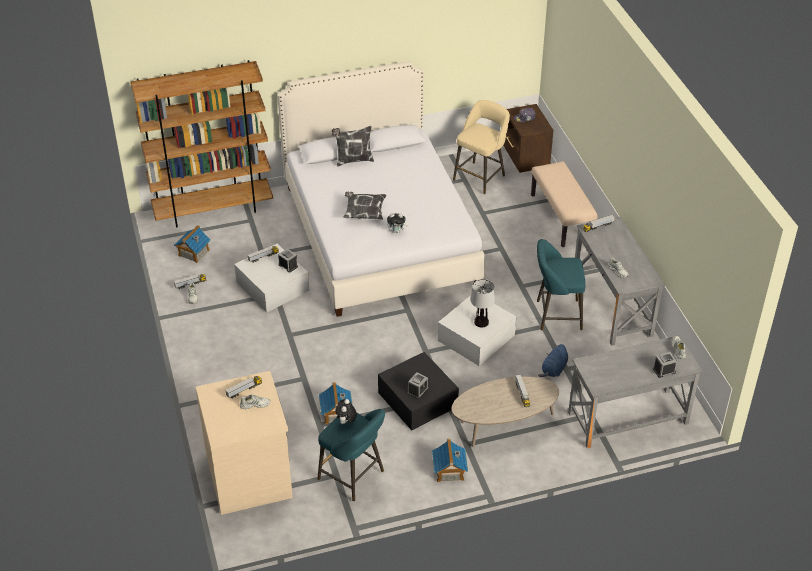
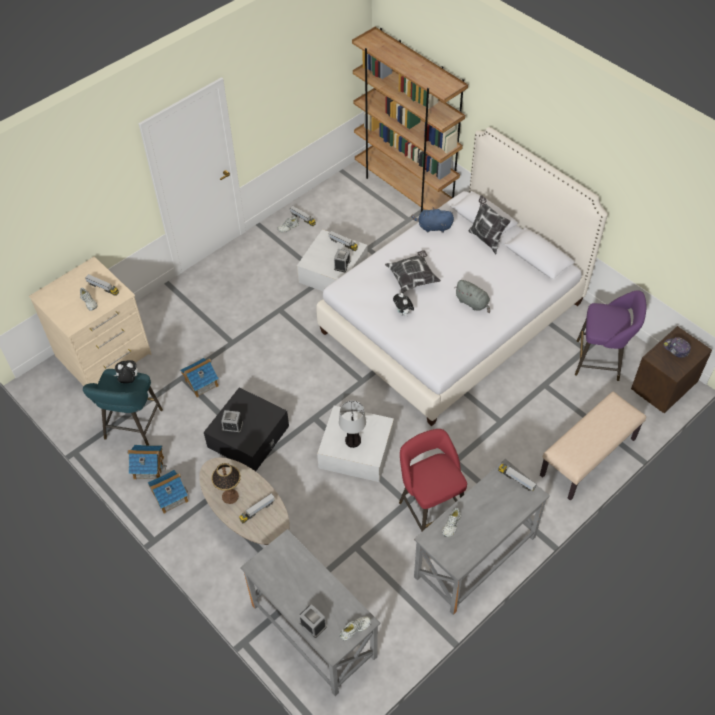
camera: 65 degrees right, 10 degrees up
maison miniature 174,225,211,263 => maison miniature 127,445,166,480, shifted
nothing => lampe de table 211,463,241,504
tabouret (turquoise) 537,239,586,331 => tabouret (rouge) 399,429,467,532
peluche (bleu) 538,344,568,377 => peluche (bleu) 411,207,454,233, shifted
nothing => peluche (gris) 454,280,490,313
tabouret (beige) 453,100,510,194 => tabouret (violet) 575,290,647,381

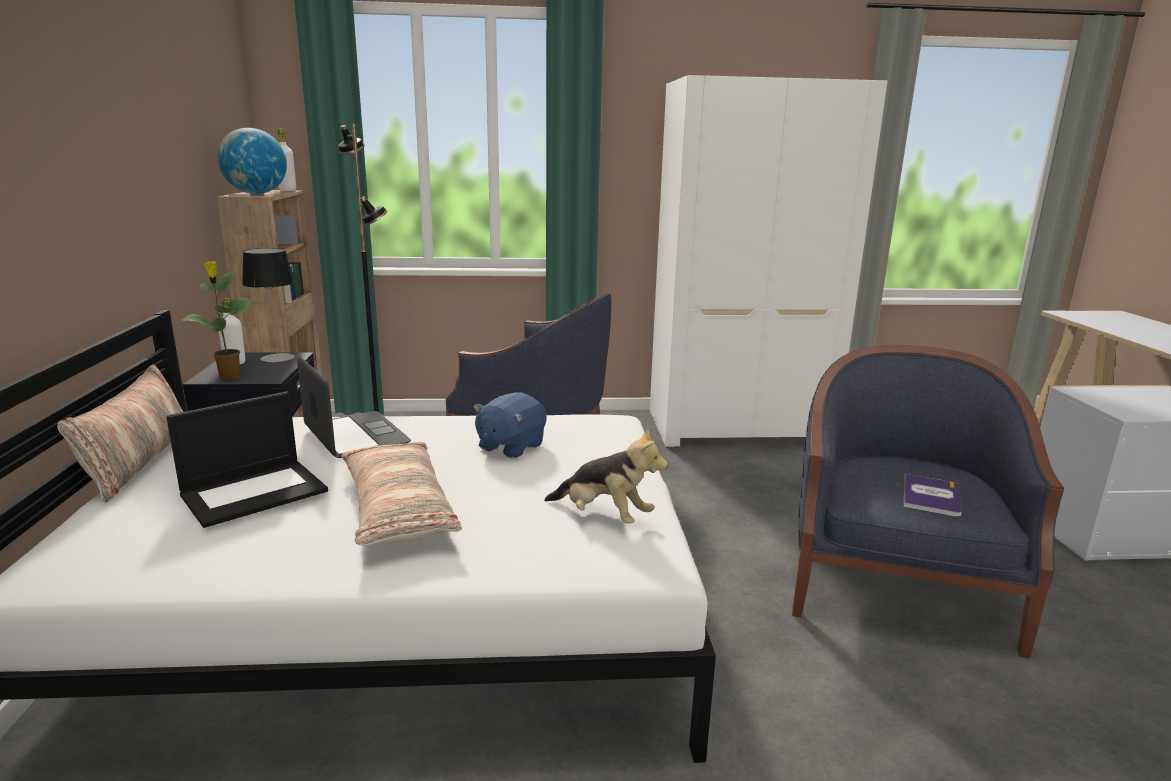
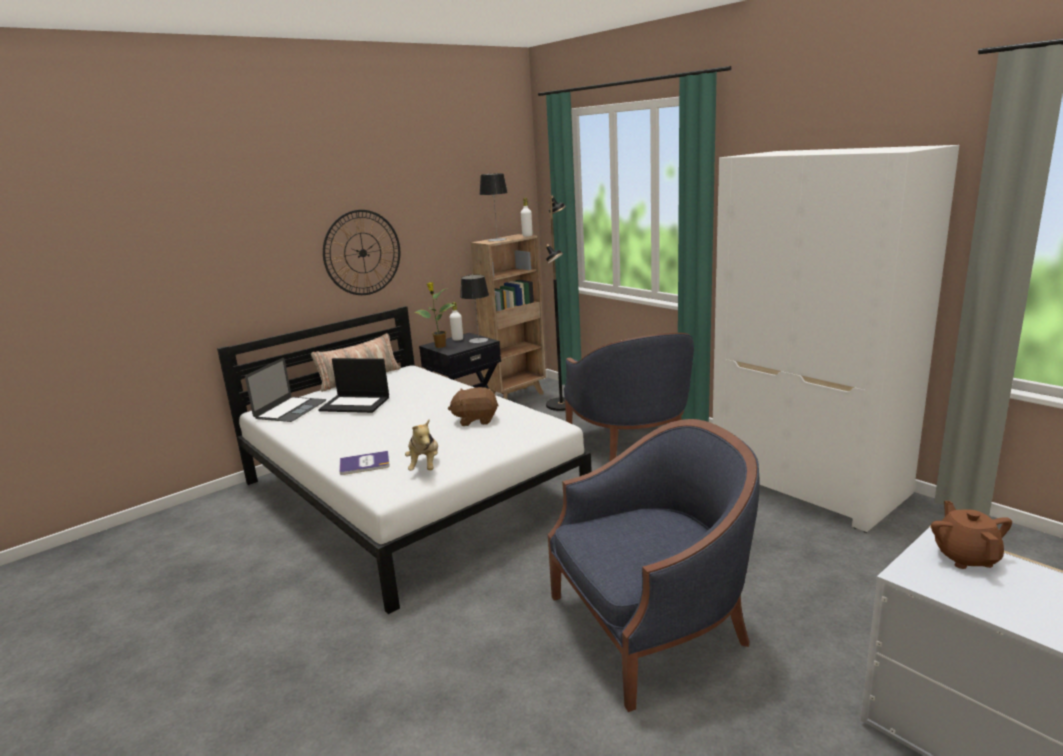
camera: 55 degrees right, 0 degrees up
ordinateur portable 297,356,411,458 => ordinateur portable 245,358,326,422, shifted
nothing => horloge murale 323,210,400,295
livre 904,474,962,517 => livre 339,451,390,475, shifted
peluche (bleu) 473,392,547,458 => peluche (marron) 448,387,499,426
globe 217,128,287,194 => lampe de table 479,173,508,241
nothing => théière (marron) 931,501,1012,569
coussin 341,442,462,546 => nothing

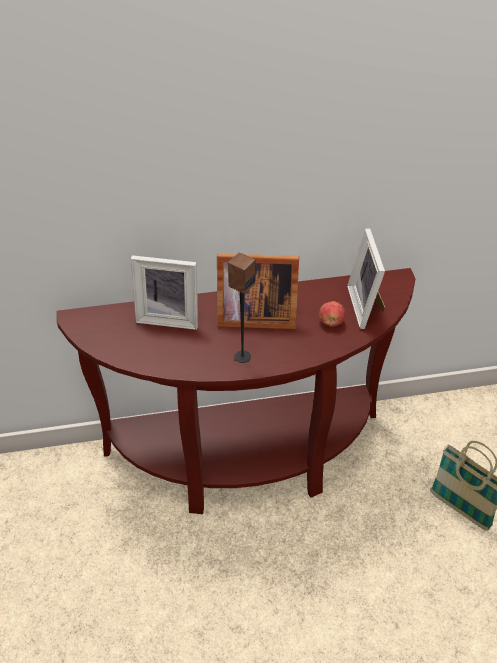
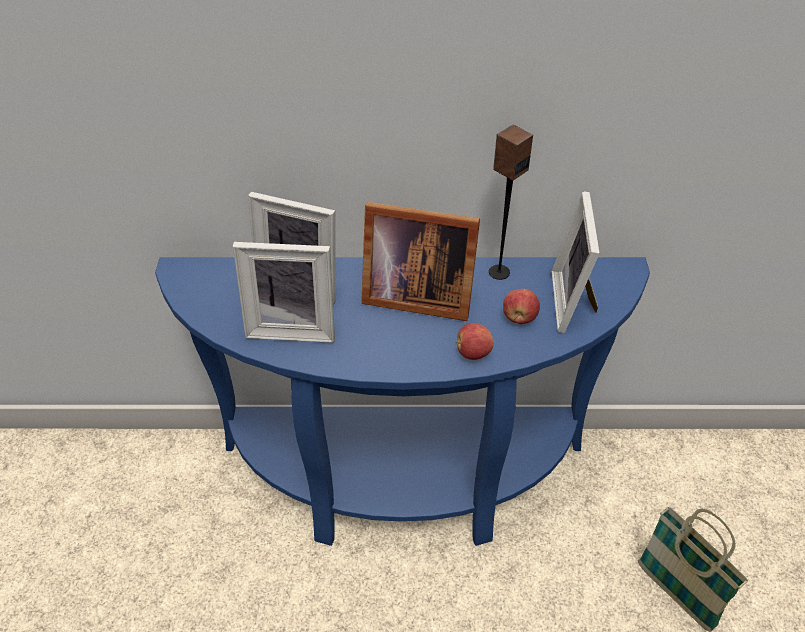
camera: 10 degrees right, 0 degrees up
table console (marron) 57,268,415,514 => table console (bleu) 155,257,650,546
nothing => cadre photo 233,242,335,343
nothing => pomme 456,323,494,360
enceinte 228,252,255,363 => enceinte 489,124,533,280, shifted

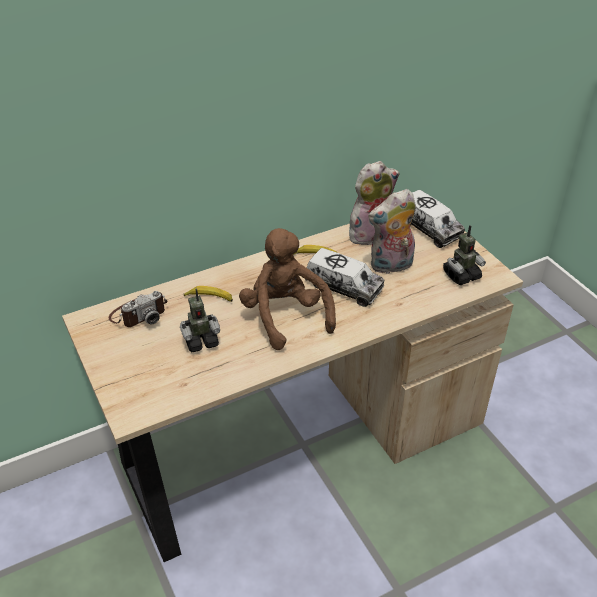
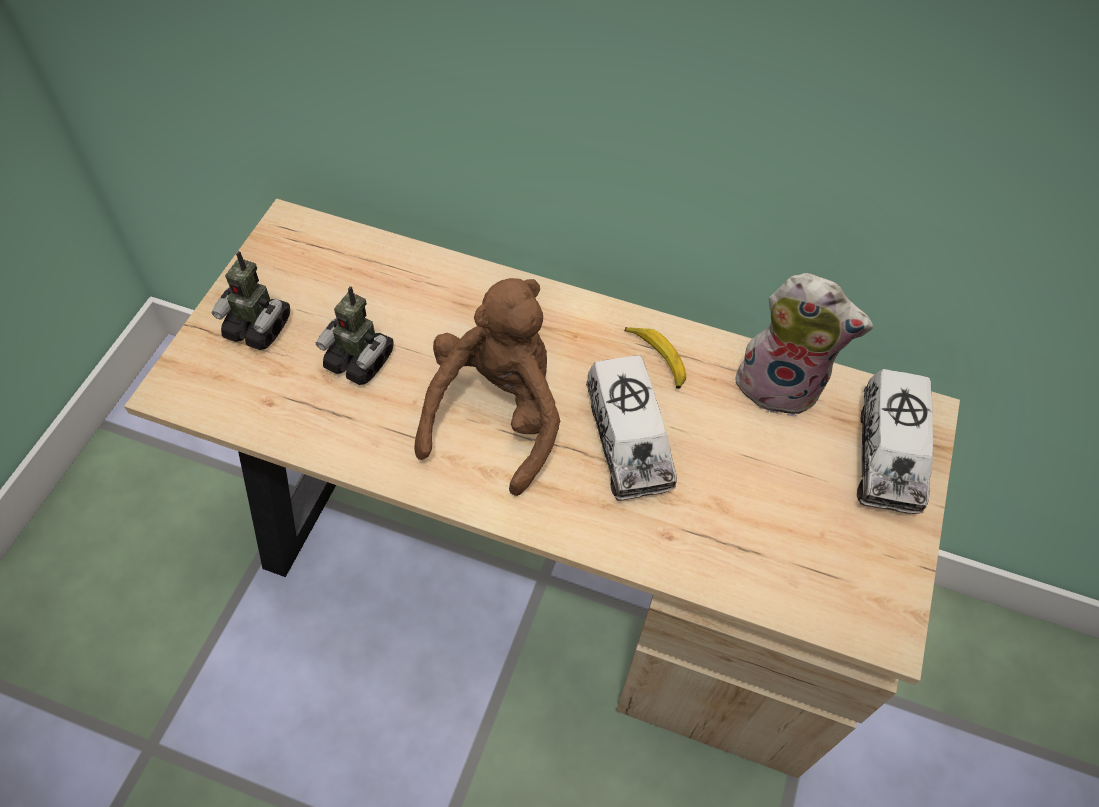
camera: 45 degrees right, 15 degrees up
robot jouet 443,225,486,285 => robot jouet 211,251,290,350, shifted
appareil photo 109,291,167,327 => nothing
banane 184,286,233,302 => nothing
peluche 368,189,416,274 => nothing

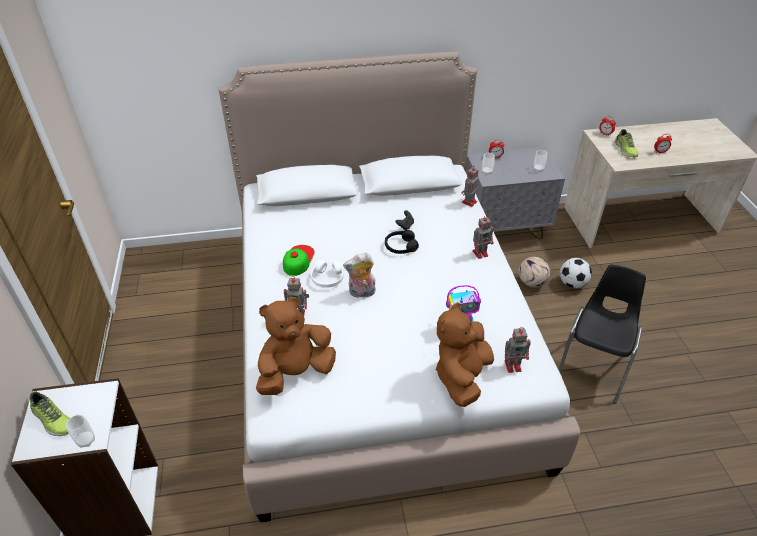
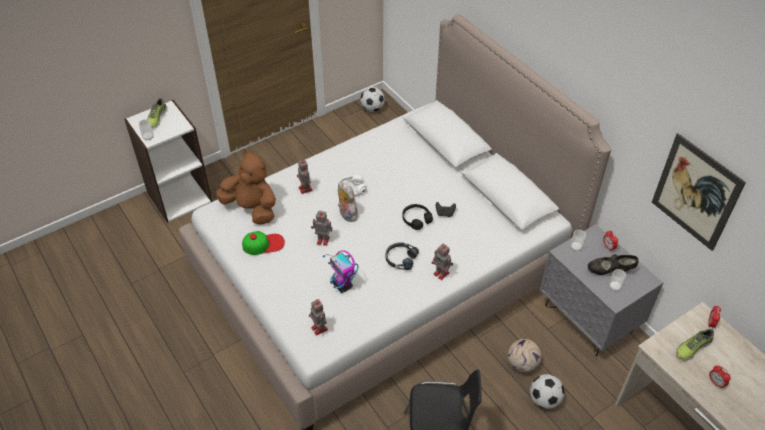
camera: 65 degrees right, 5 degrees up
casquette 283,245,315,276 => casquette 242,231,285,255, shifted
robot jouet 461,165,479,207 => robot jouet 311,210,332,246, shifted
nothing => ballon de foot 360,87,385,112
nothing => casque audio (noir) 386,242,419,270
nothing => chaussure (noir) 588,254,638,275
nothing => tableau 652,133,746,251
peluche (marron) 436,302,494,407 => nothing

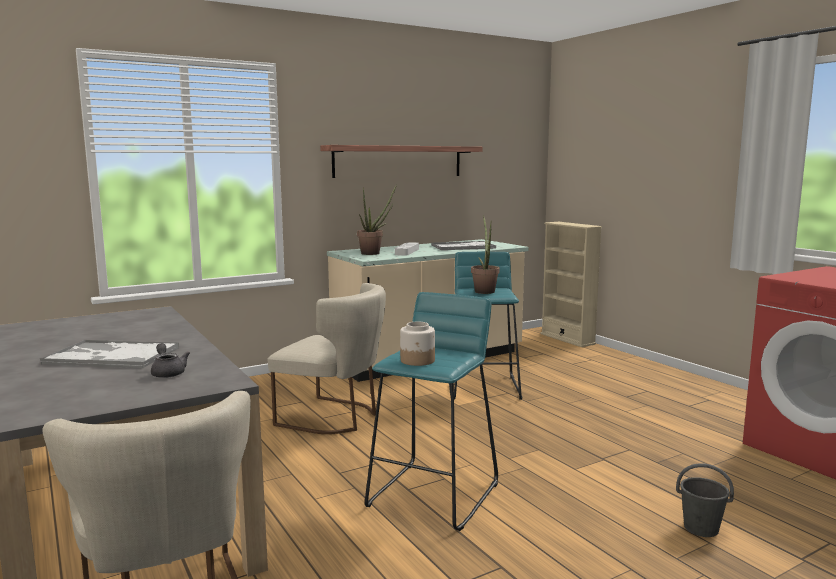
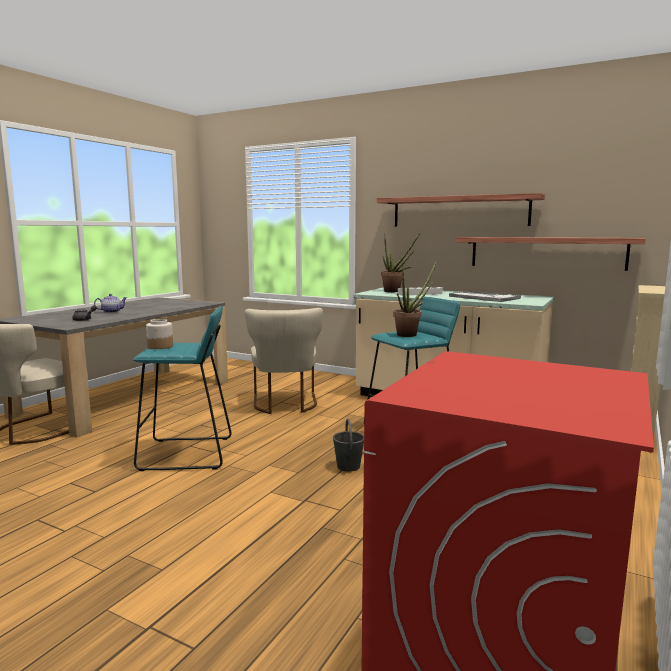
camera: 60 degrees right, 0 degrees up
plateau 40,340,179,368 => théière 94,294,127,313
seau (gris) 676,463,734,537 => seau (gris) 333,418,364,472, shifted
nothing => étagère 456,237,646,271

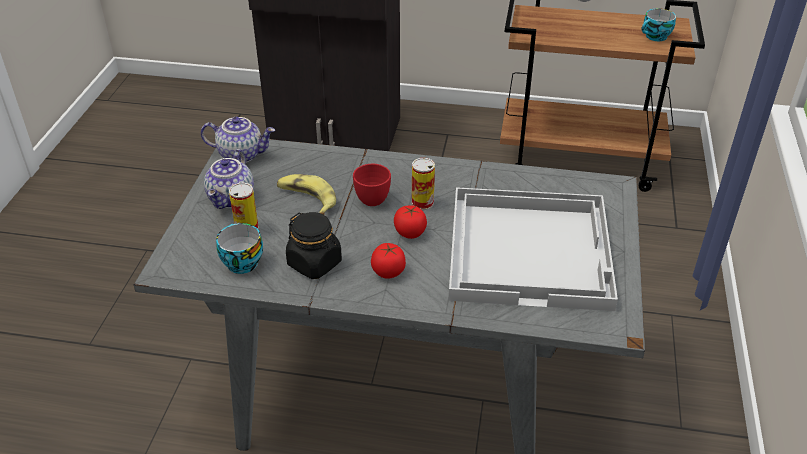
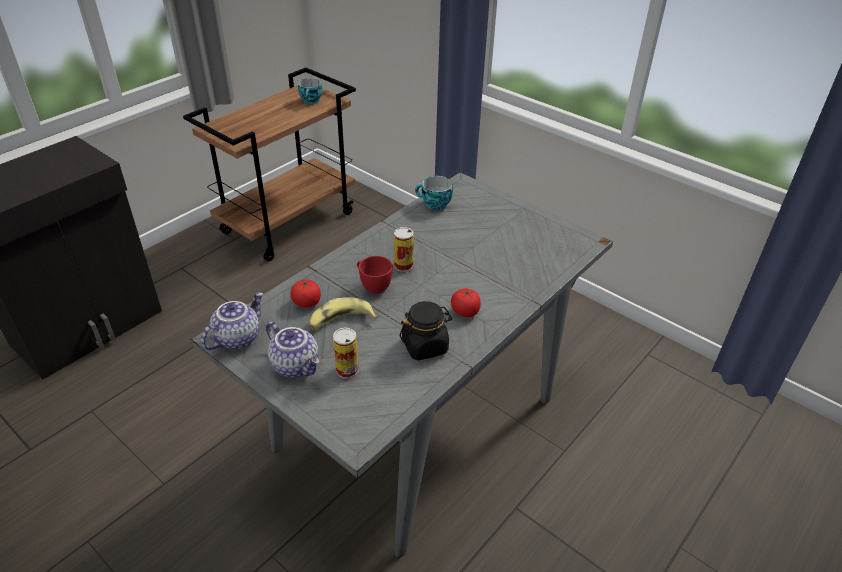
camera: 60 degrees left, 0 degrees up
tomate 394,206,427,239 => tomate 290,279,321,308, shifted
tasse 216,223,263,274 => tasse 415,176,453,210, shifted
plateau (blanc) 448,187,618,311 => nothing

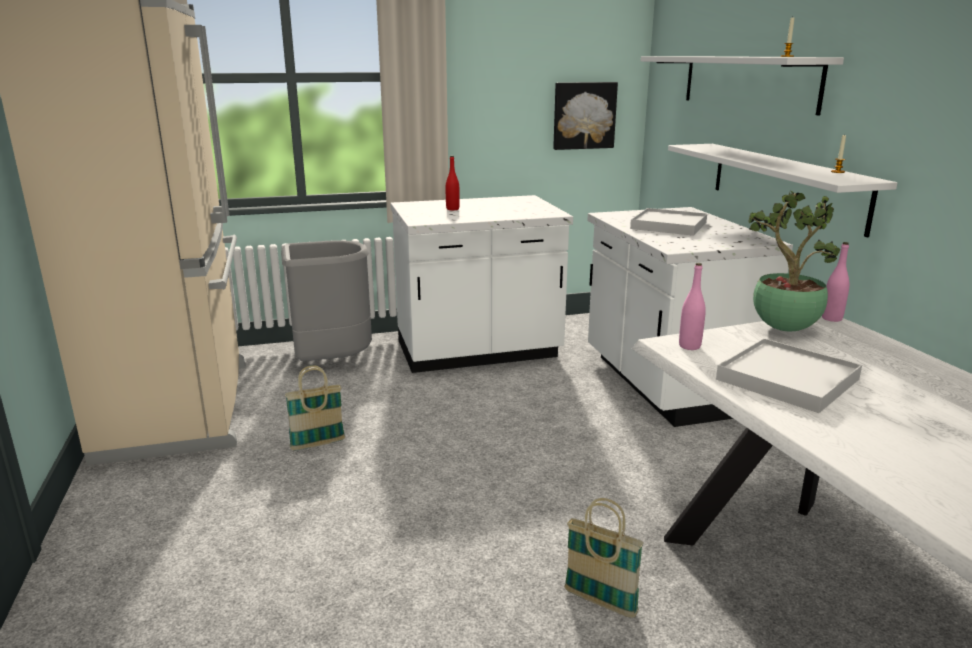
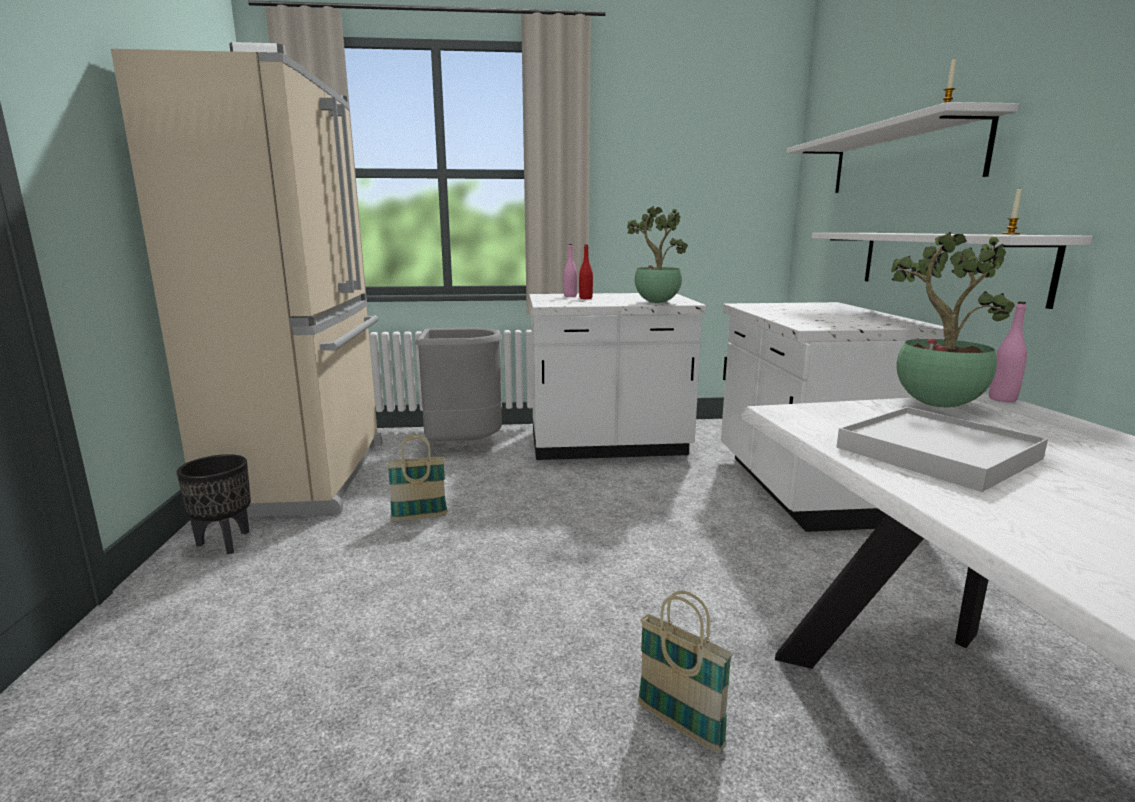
camera: 10 degrees right, 5 degrees down
nothing => cache-pot (noir) 177,454,251,555
bouteille (rose) 679,263,706,350 => bouteille (rose) 564,244,577,297, shifted
nothing => plante en pot 627,206,688,303
tableau 553,82,618,150 => nothing
plateau (blanc) 630,208,707,236 => nothing

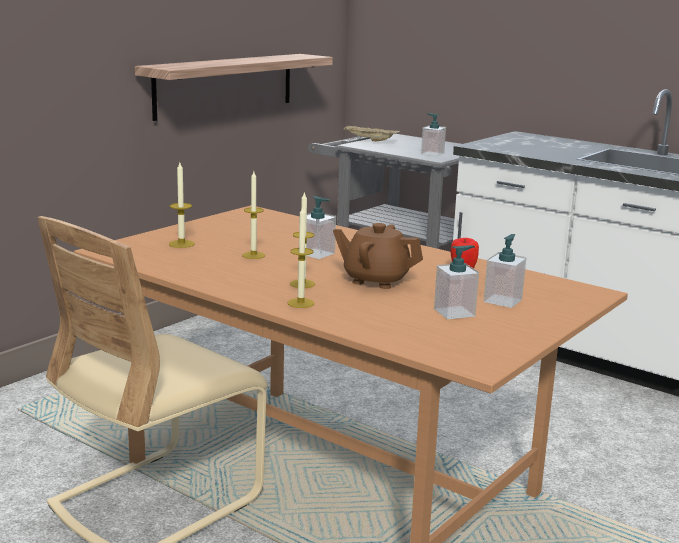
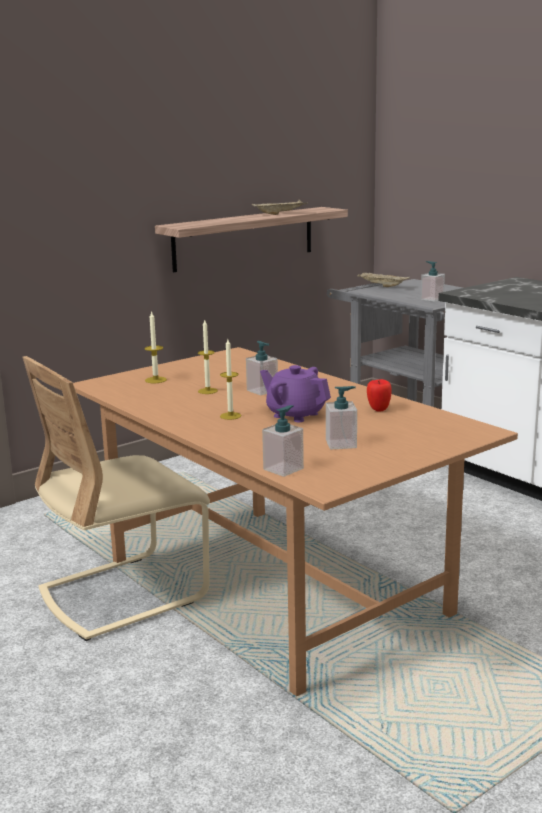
camera: 15 degrees right, 0 degrees up
nothing => plateau (beige) 252,200,308,215
théière (marron) 333,223,423,289 => théière (violet) 260,365,331,422
distributeur de savon 484,234,526,308 => distributeur de savon 262,405,304,477, shifted
bougie 288,207,314,308 => nothing

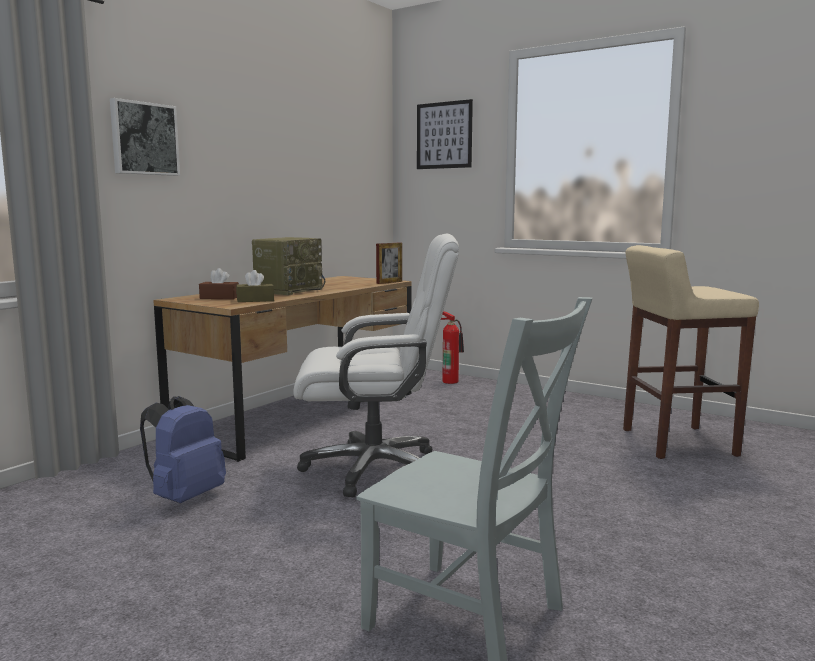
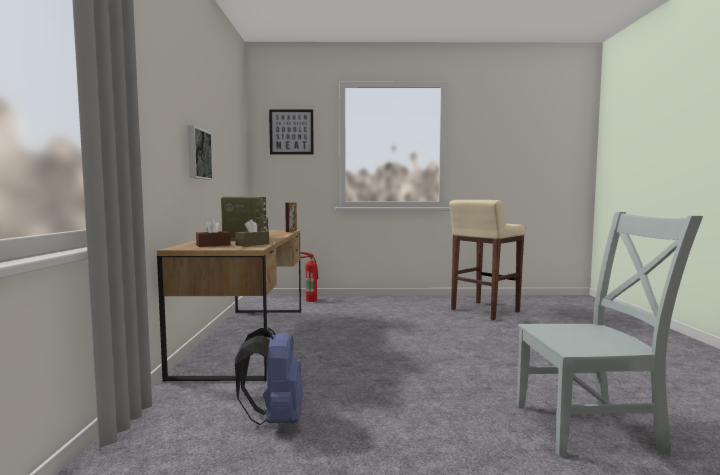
camera: 35 degrees left, 5 degrees down
tableau 110,98,180,176 => tableau 188,125,213,180, shifted
chaise de bureau (blanc) 294,234,459,498 => nothing

